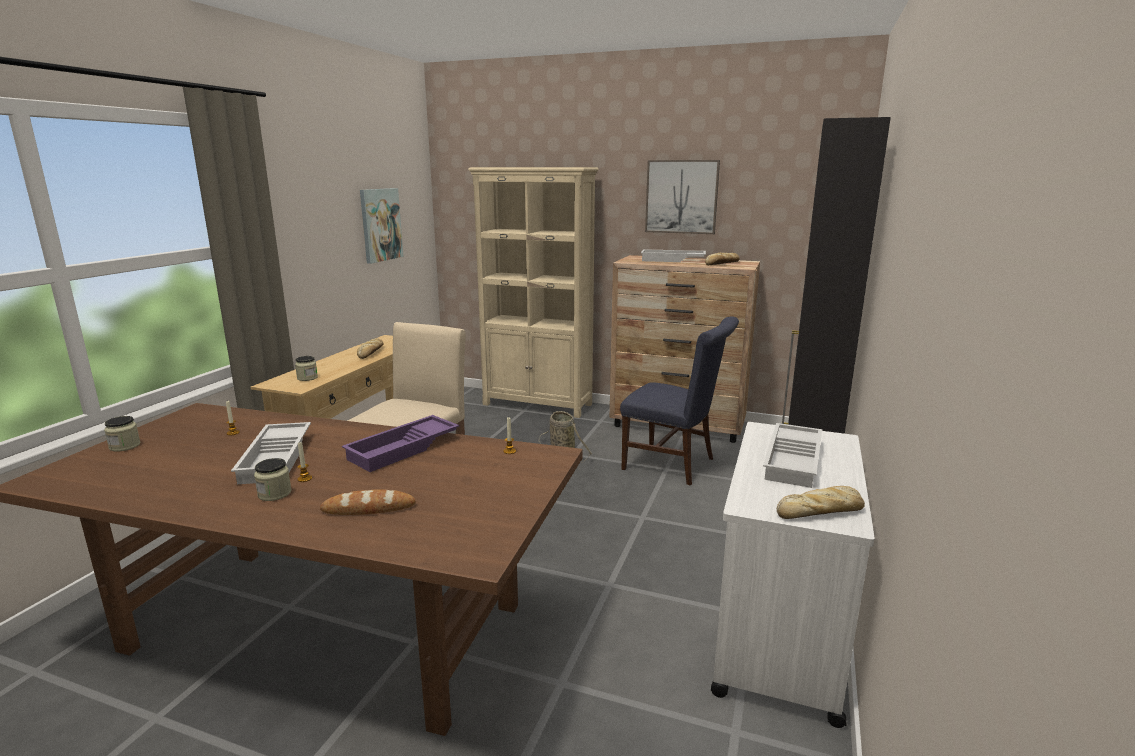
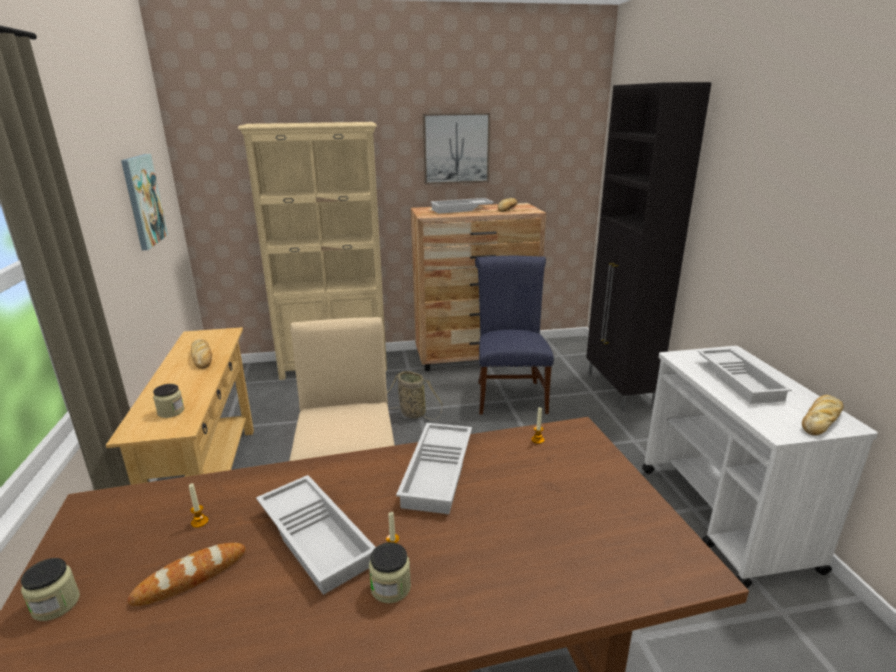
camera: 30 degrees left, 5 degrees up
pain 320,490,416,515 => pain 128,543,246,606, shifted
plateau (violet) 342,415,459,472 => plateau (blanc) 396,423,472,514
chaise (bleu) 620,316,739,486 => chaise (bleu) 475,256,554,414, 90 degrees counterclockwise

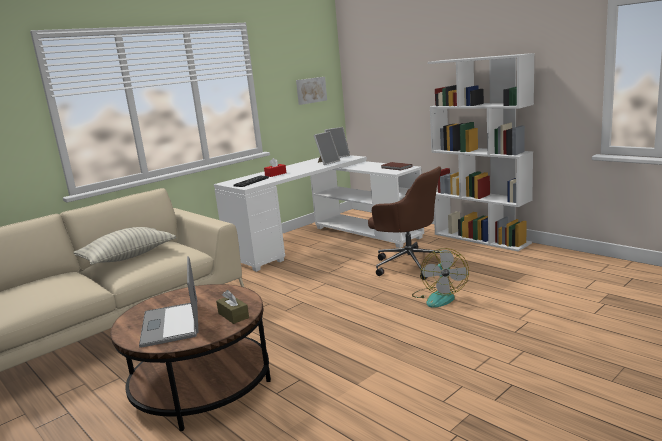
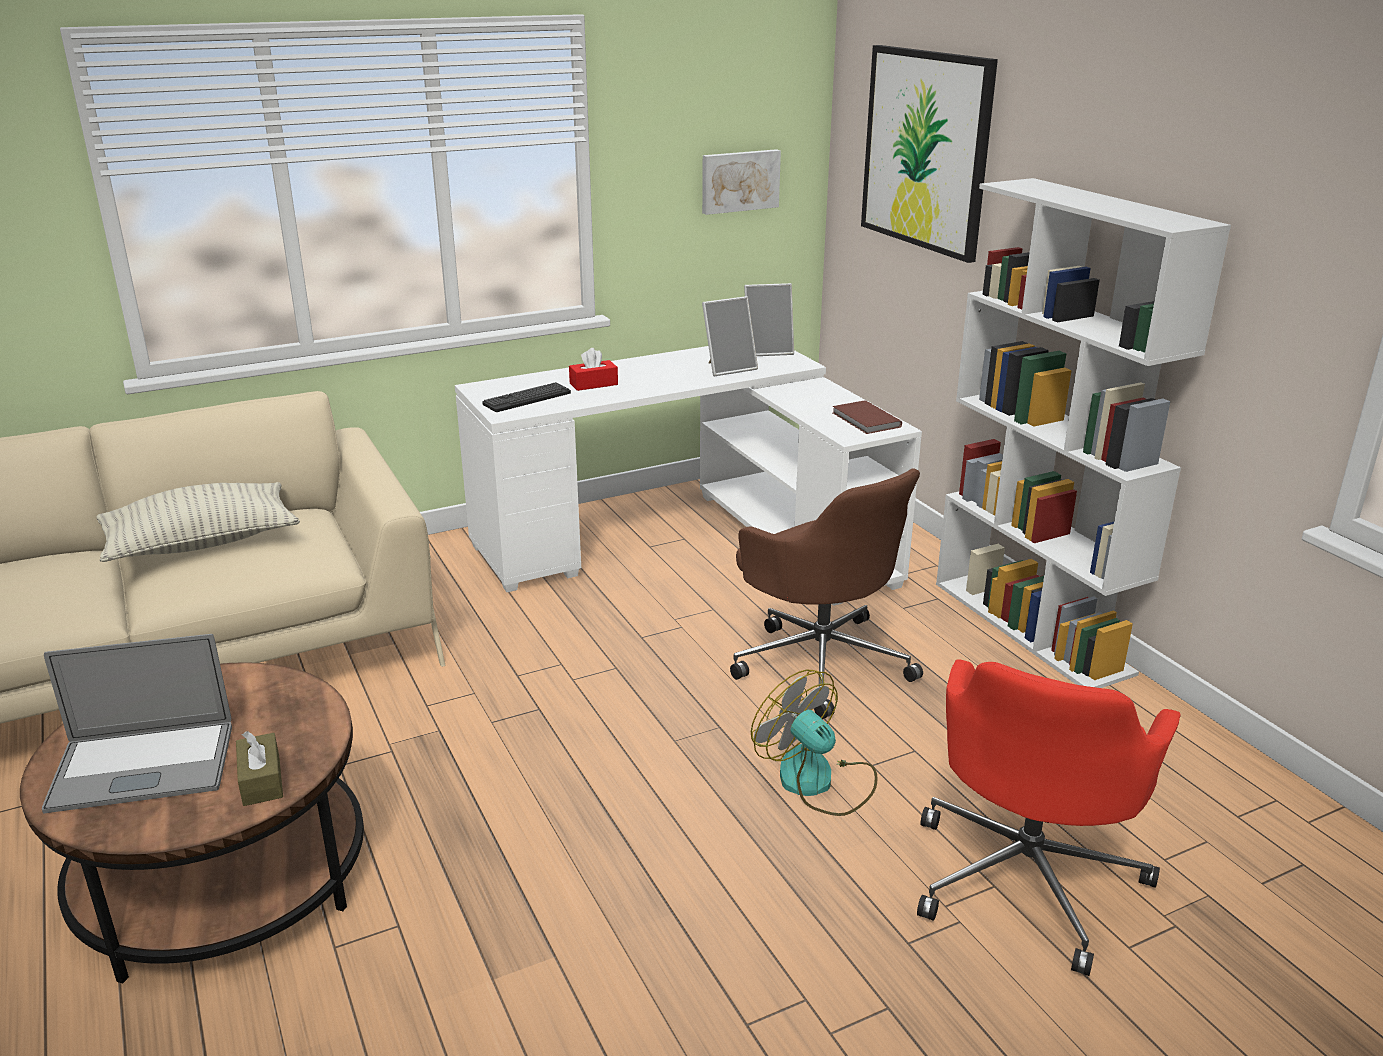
camera: 15 degrees right, 10 degrees up
ordinateur portable 139,256,198,348 => ordinateur portable 42,634,232,814, 105 degrees counterclockwise
ventilateur 412,248,469,307 => ventilateur 751,670,878,816, 120 degrees clockwise
nothing => tableau 861,45,998,263
nothing => chaise de bureau (rouge) 917,659,1181,976

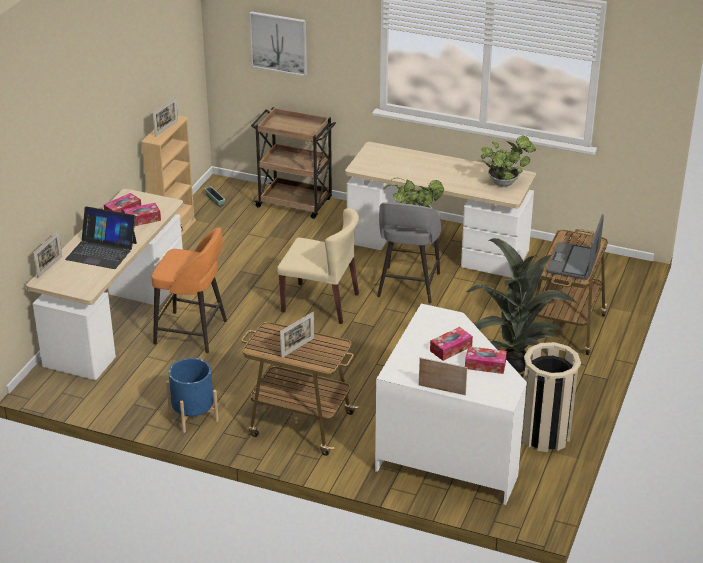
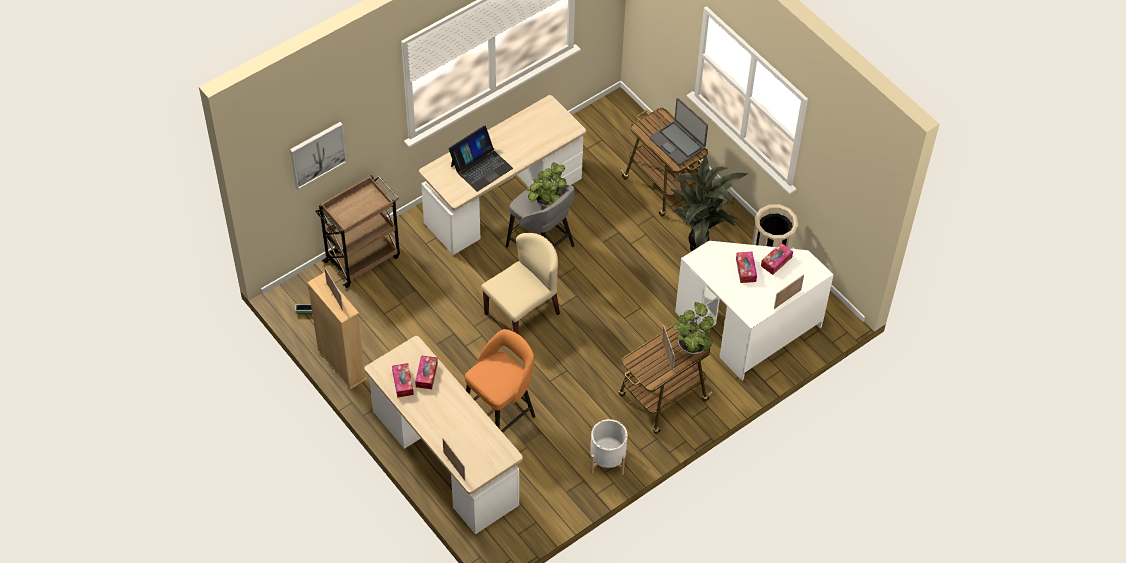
camera: 60 degrees left, 20 degrees up
ordinateur portable 65,206,137,269 => ordinateur portable 449,125,513,192, shifted
cache-pot (bleu) 166,358,219,433 => cache-pot (blanc) 590,419,628,475
plante en pot 481,136,536,187 => plante en pot 674,302,714,354, shifted

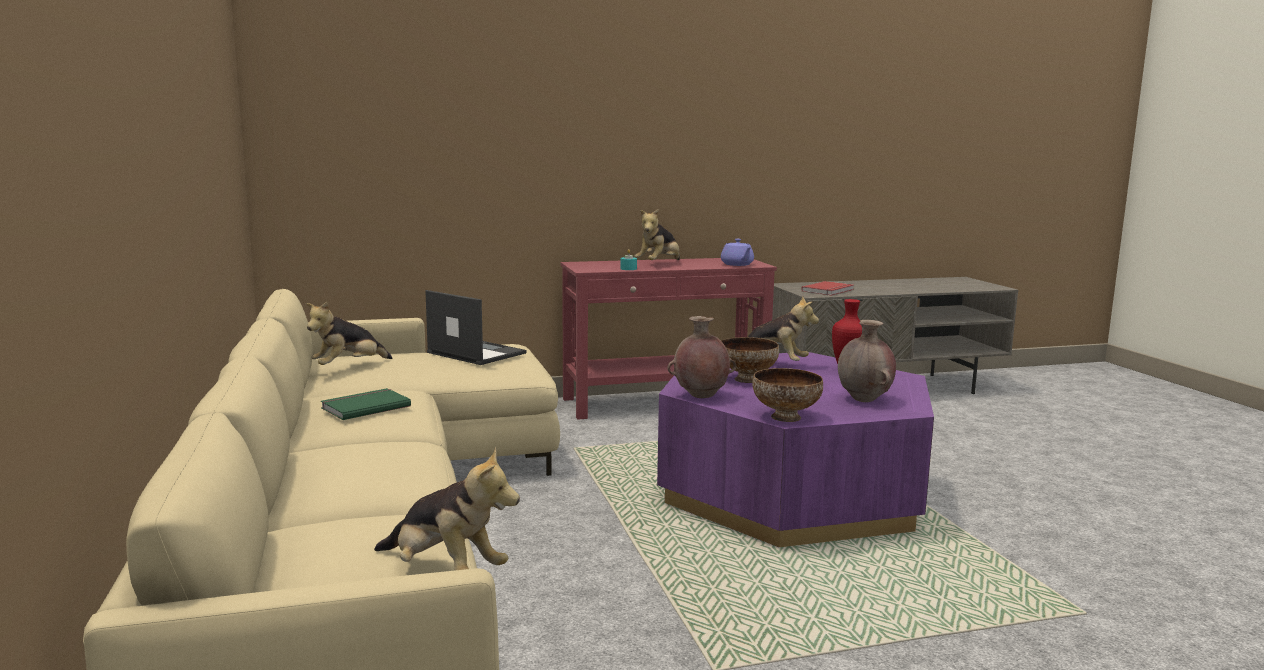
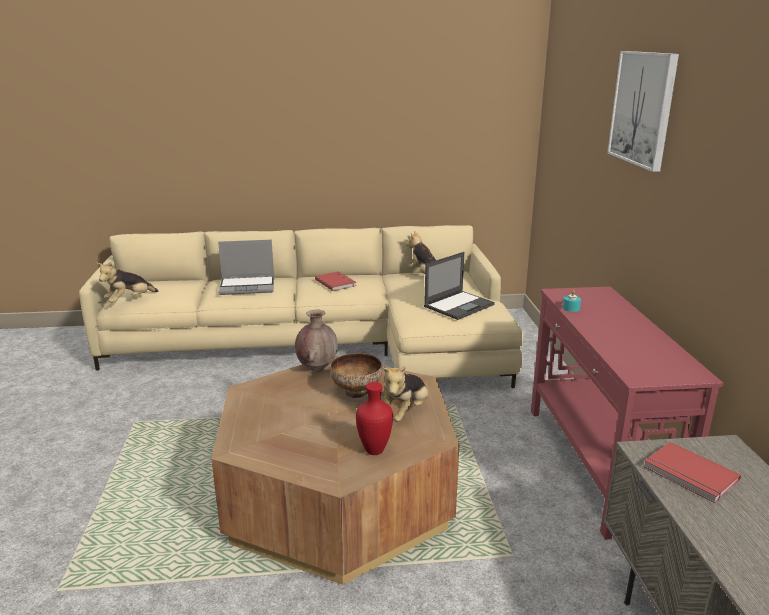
camera: 100 degrees right, 10 degrees up
table basse (violet) 657,352,934,547 => table basse (marron) 211,356,459,585
nothing => ordinateur portable 218,240,274,295
livre (vert) 321,388,411,420 => livre (rouge) 315,271,356,291
nothing => tableau 607,51,679,172
peluche 635,208,680,260 => nothing
théière (violet) 721,239,754,266 => nothing
bol 752,368,823,422 => nothing
vase (marron) 838,320,896,402 => nothing

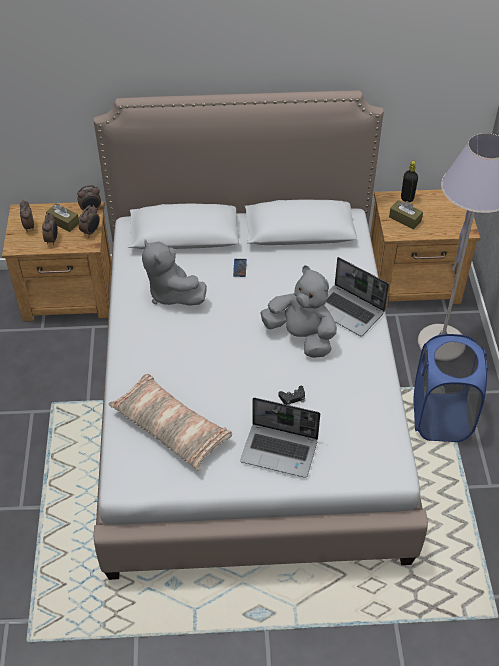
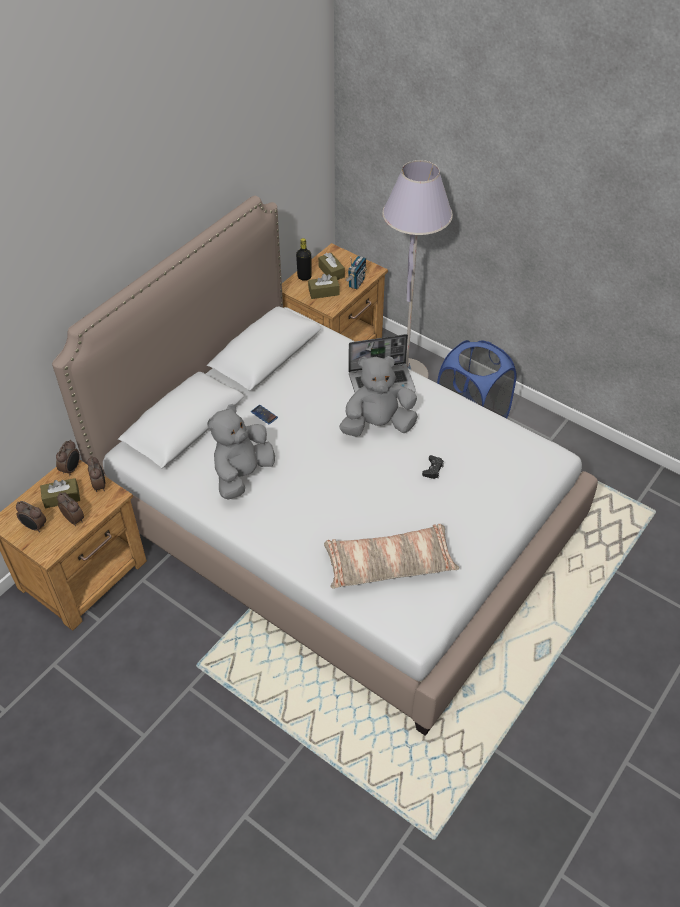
camera: 50 degrees left, 0 degrees up
peluche (gris) 142,240,207,306 => peluche (gris) 207,404,275,500, 120 degrees clockwise
nothing => boîte à mouchoirs (marron) 318,253,345,280
nothing => radio 345,256,367,289
ordinateur portable 240,397,320,478 => nothing

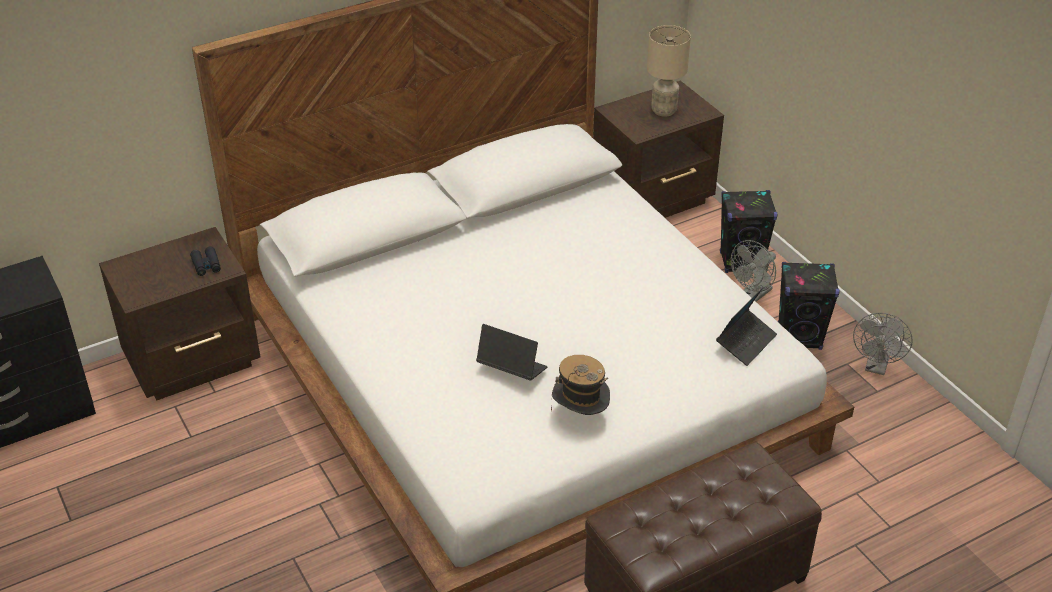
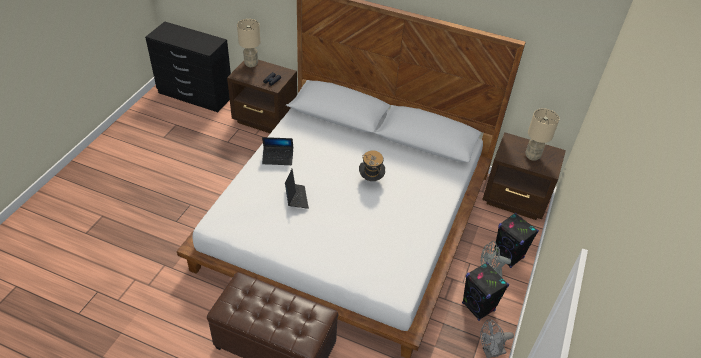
camera: 50 degrees right, 5 degrees up
nothing => lampe de table (beige) 237,19,260,67
ordinateur portable 716,287,777,366 => ordinateur portable 262,137,293,165, shifted
chapeau 551,355,610,415 => chapeau 359,151,385,181, shifted

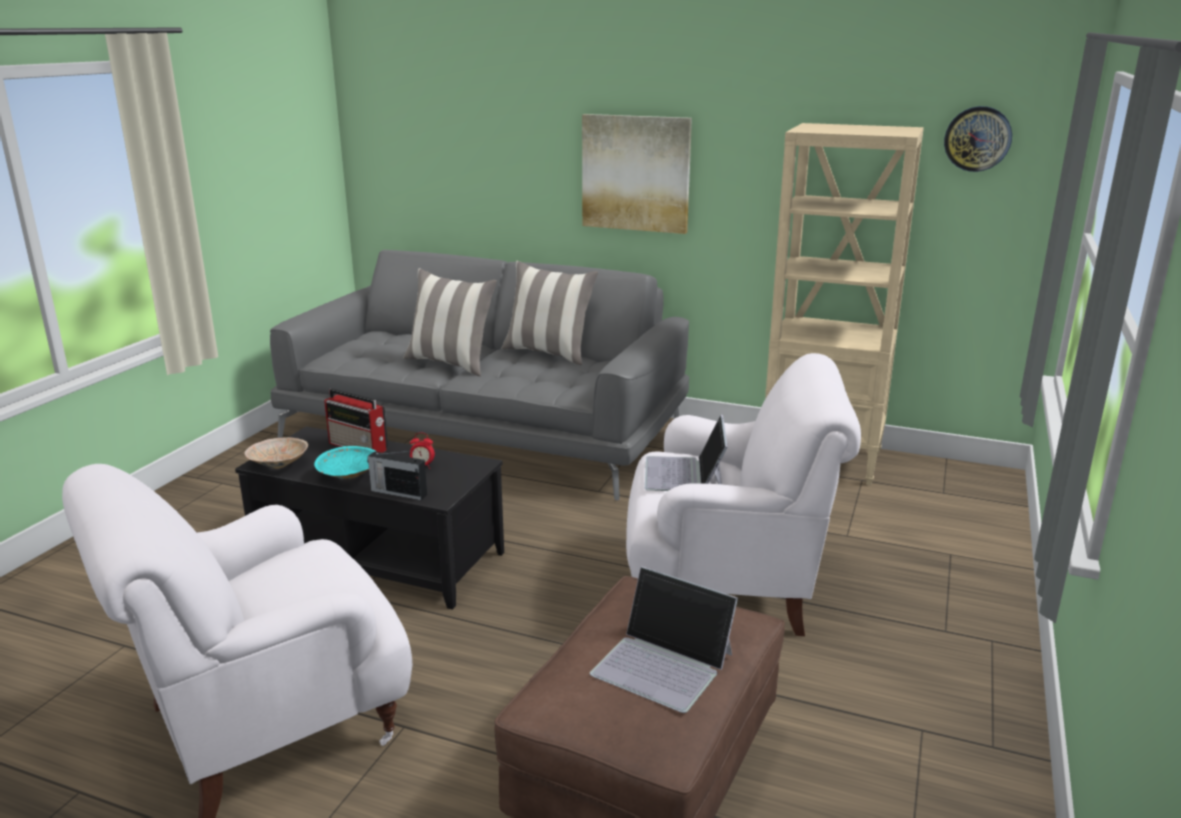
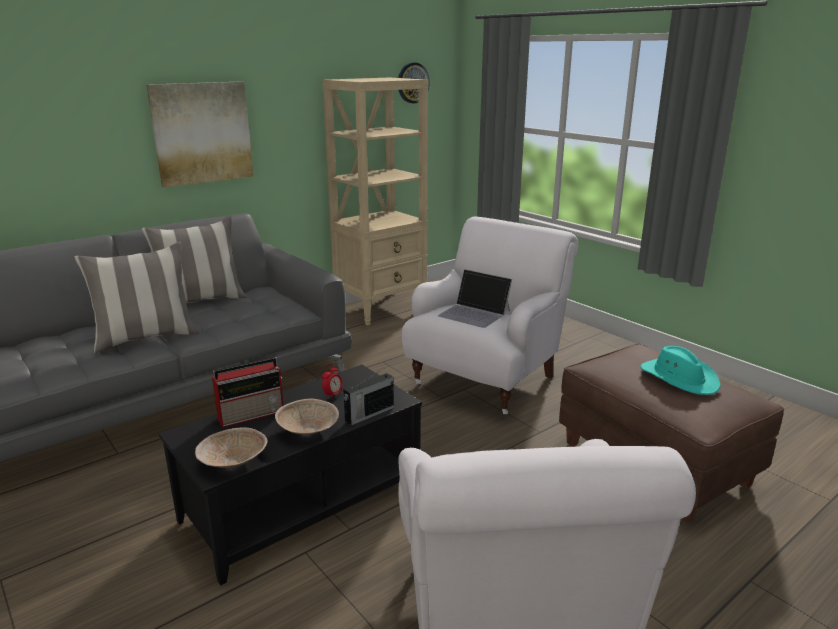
camera: 60 degrees left, 0 degrees up
bol (turquoise) 314,446,377,479 => bol (beige) 275,399,339,435
ordinateur portable 590,566,738,713 => chapeau (turquoise) 641,346,721,395

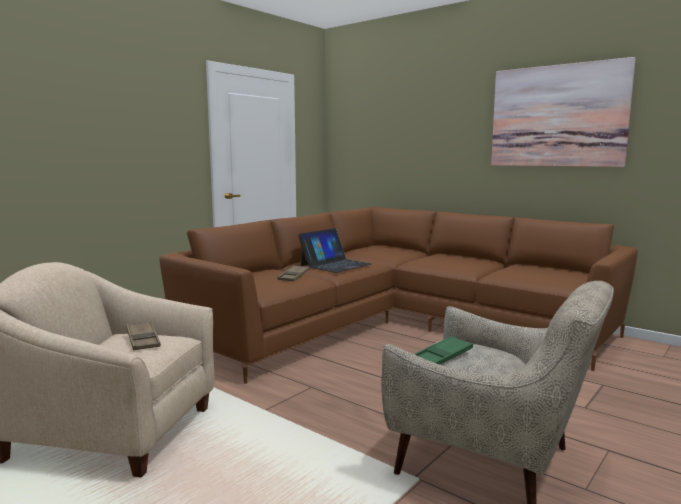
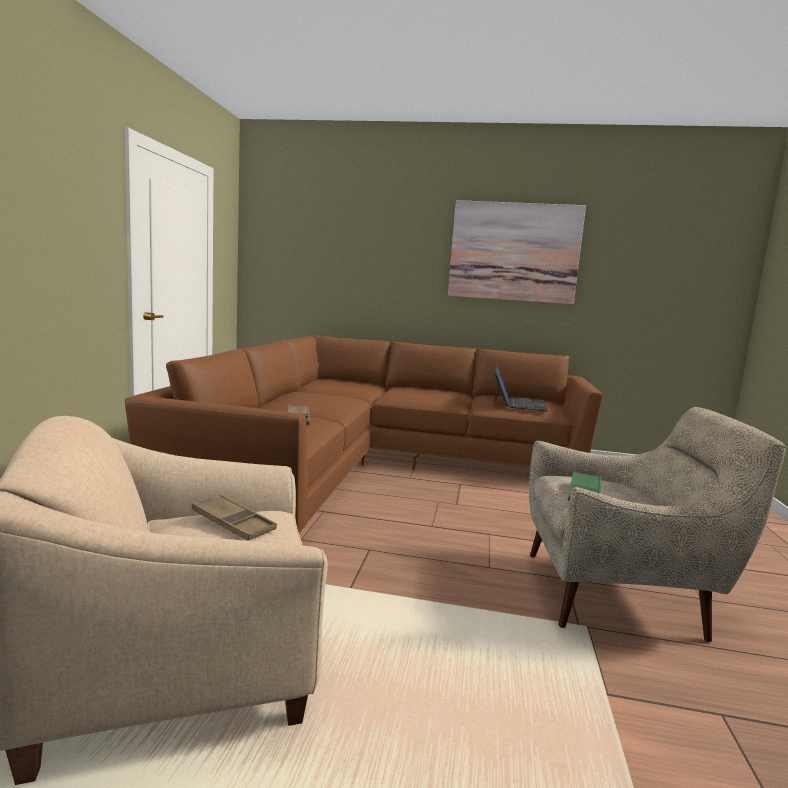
camera: 30 degrees left, 0 degrees up
ordinateur portable 298,228,372,273 => ordinateur portable 494,365,548,412, shifted

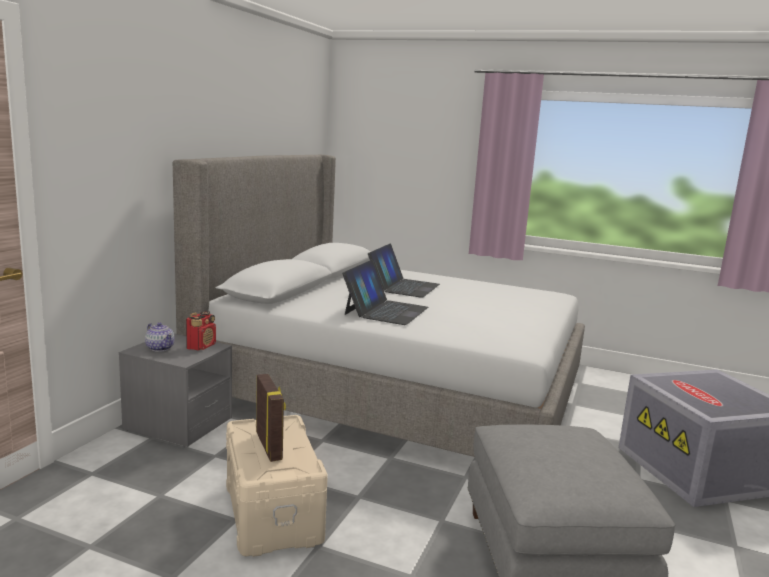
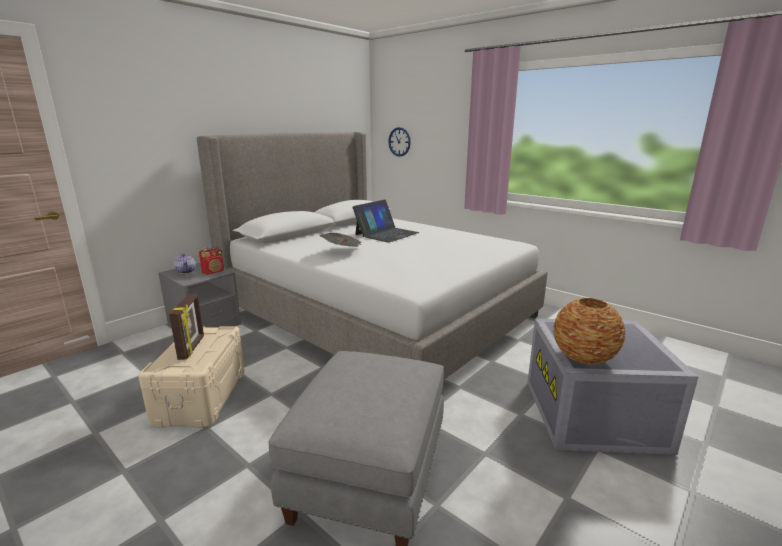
camera: 20 degrees right, 5 degrees up
ordinateur portable 342,260,428,325 => journal 320,233,361,247
nothing => horloge murale 388,127,411,157
nothing => vase 553,298,625,365

